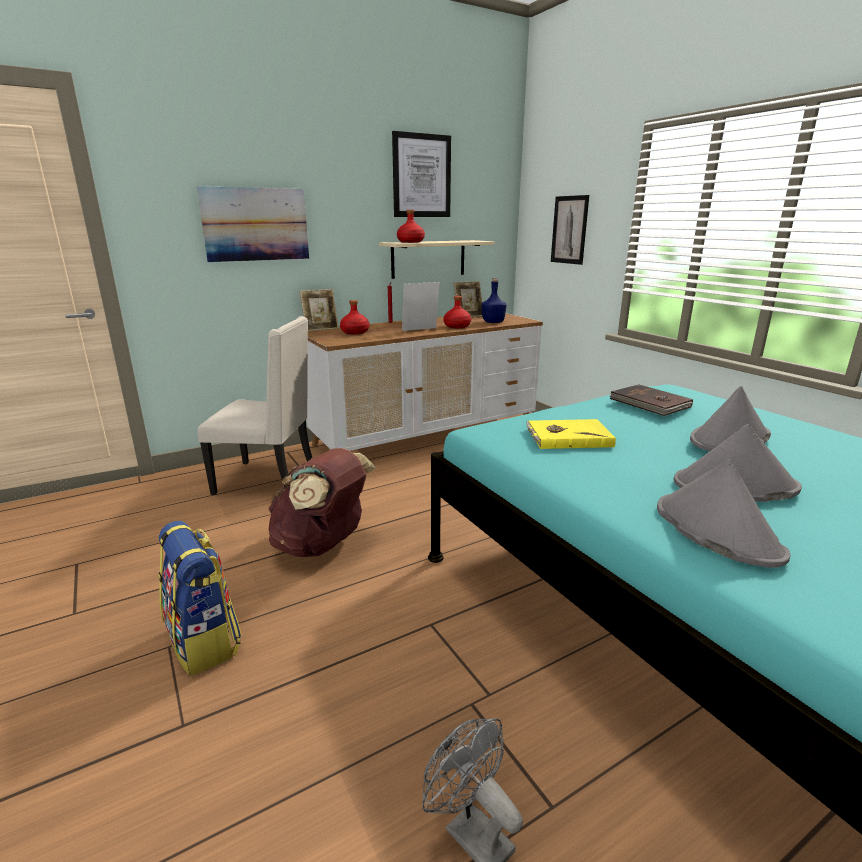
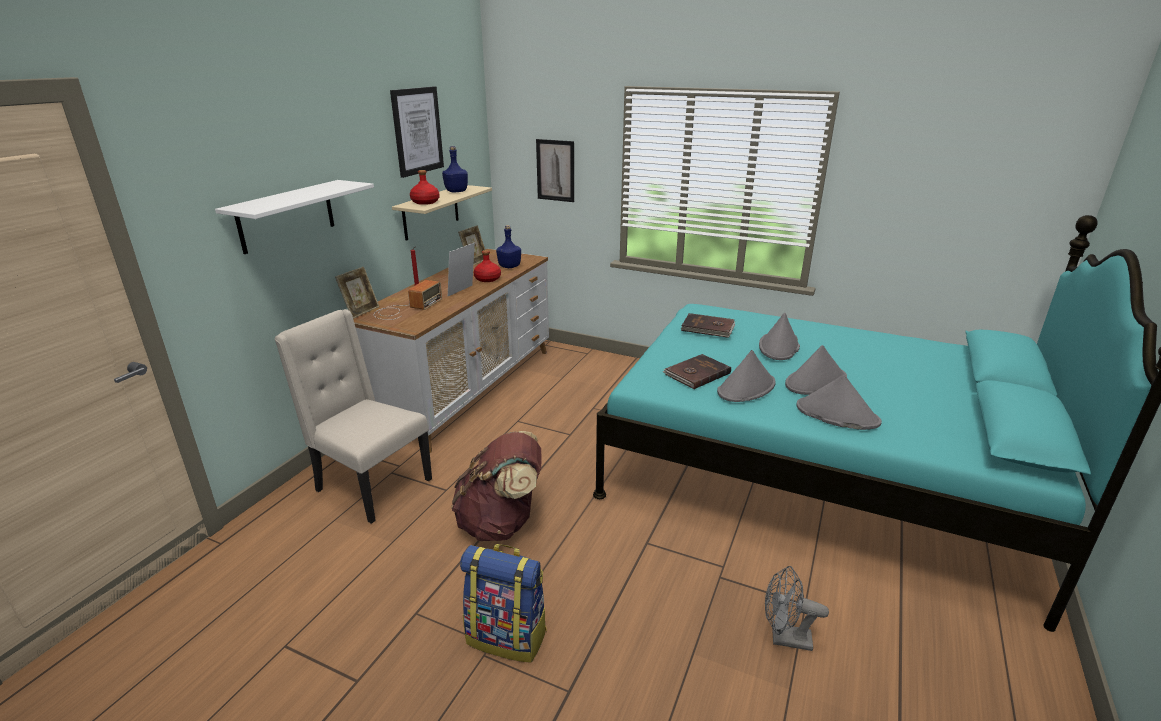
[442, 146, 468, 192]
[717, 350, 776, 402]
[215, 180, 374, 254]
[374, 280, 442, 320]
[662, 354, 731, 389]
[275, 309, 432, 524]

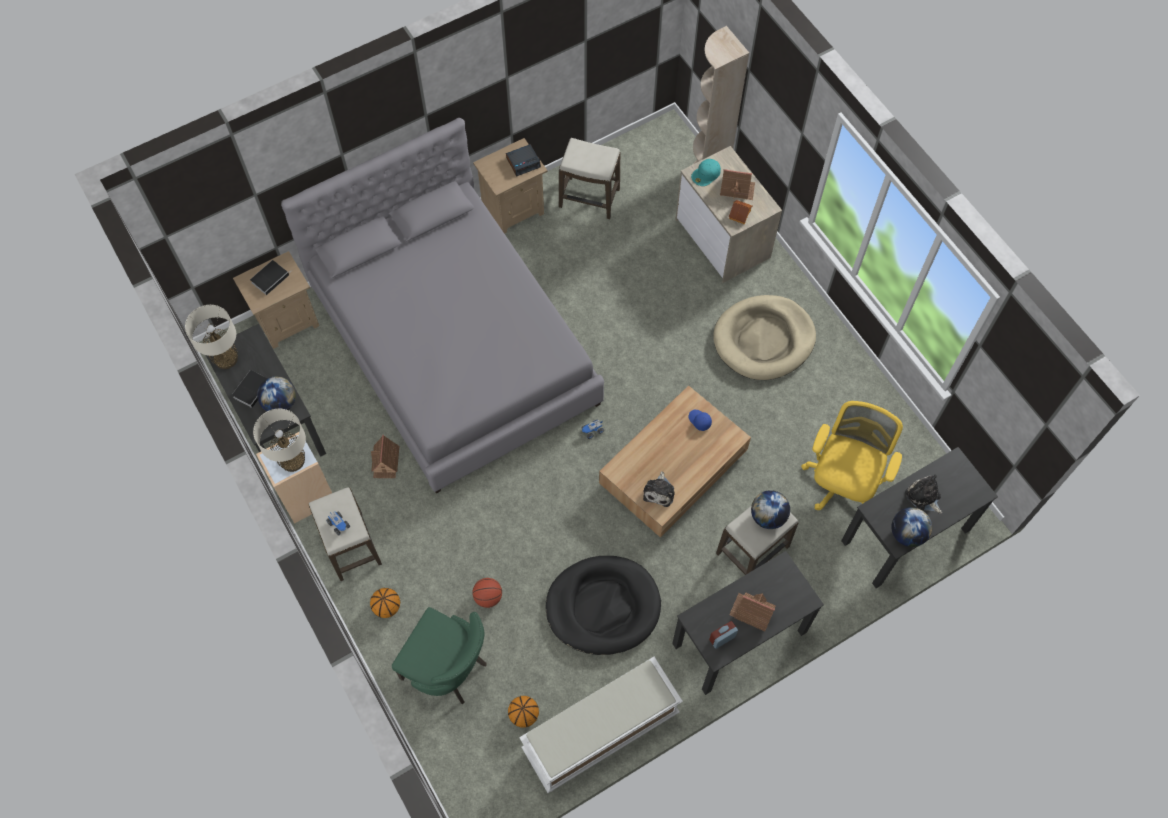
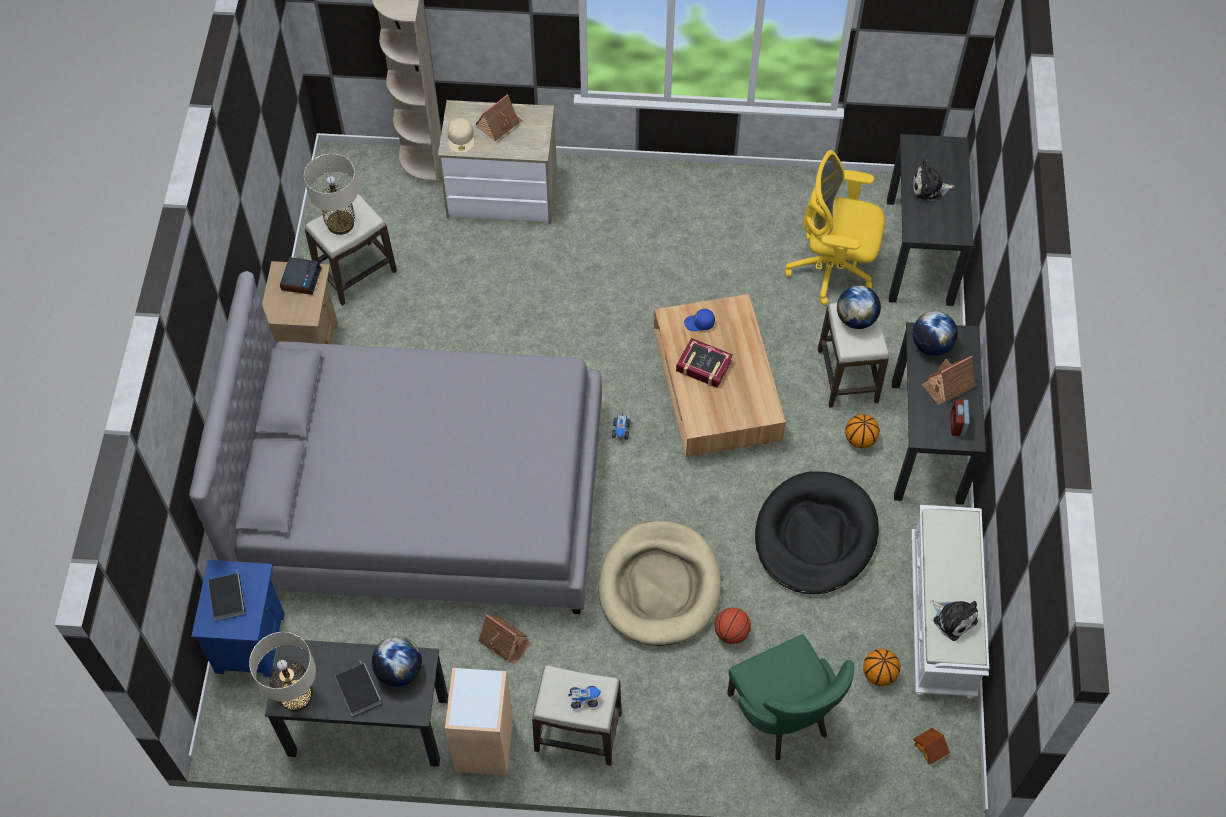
[676, 338, 733, 388]
[304, 154, 358, 235]
[845, 414, 880, 448]
[930, 600, 978, 641]
[598, 521, 721, 646]
[913, 728, 950, 764]
[912, 311, 958, 356]
[191, 560, 285, 677]
[448, 118, 474, 153]
[727, 634, 854, 760]
[785, 150, 885, 305]

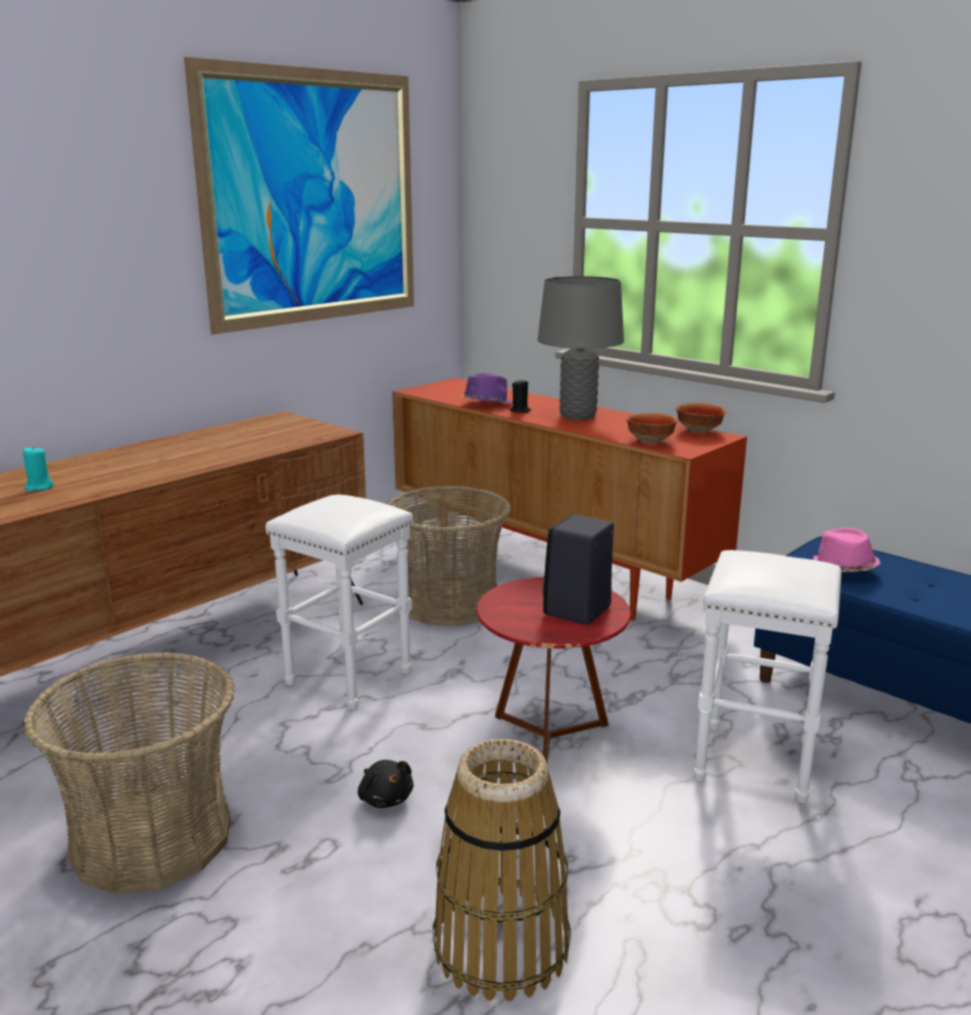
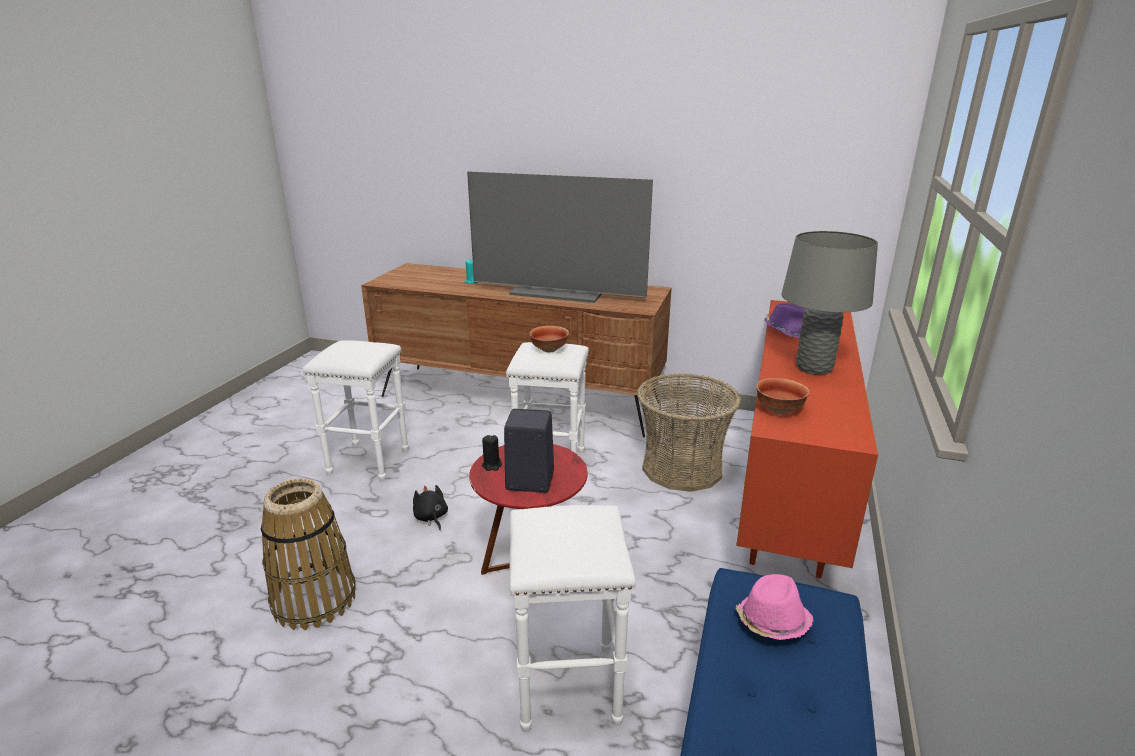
[184, 57, 414, 335] (first image)
[467, 171, 653, 303]
[482, 435, 502, 471]
[529, 326, 569, 352]
[303, 340, 409, 481]
[413, 485, 448, 530]

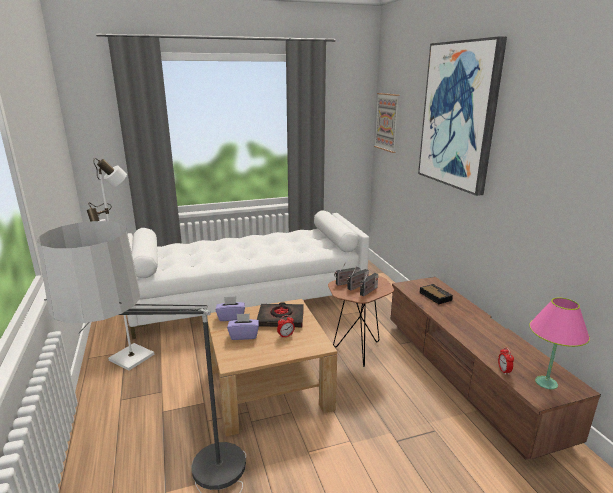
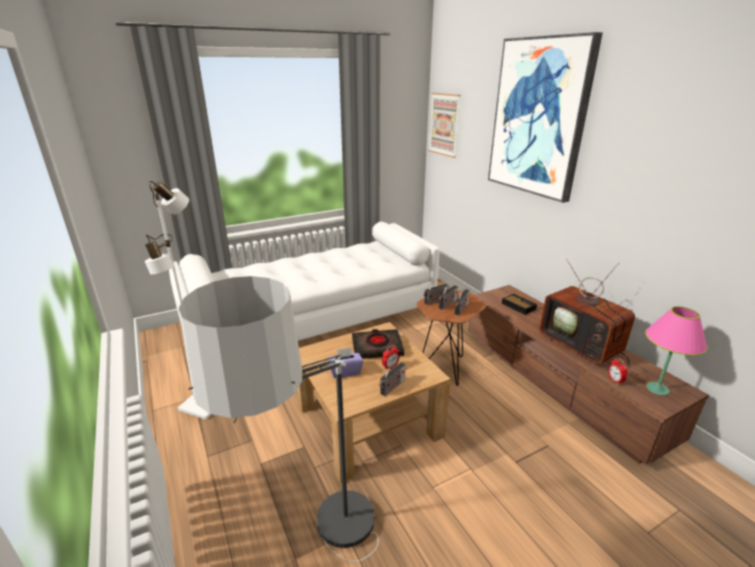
[216, 296, 245, 321] (first image)
[379, 363, 406, 396]
[540, 259, 635, 369]

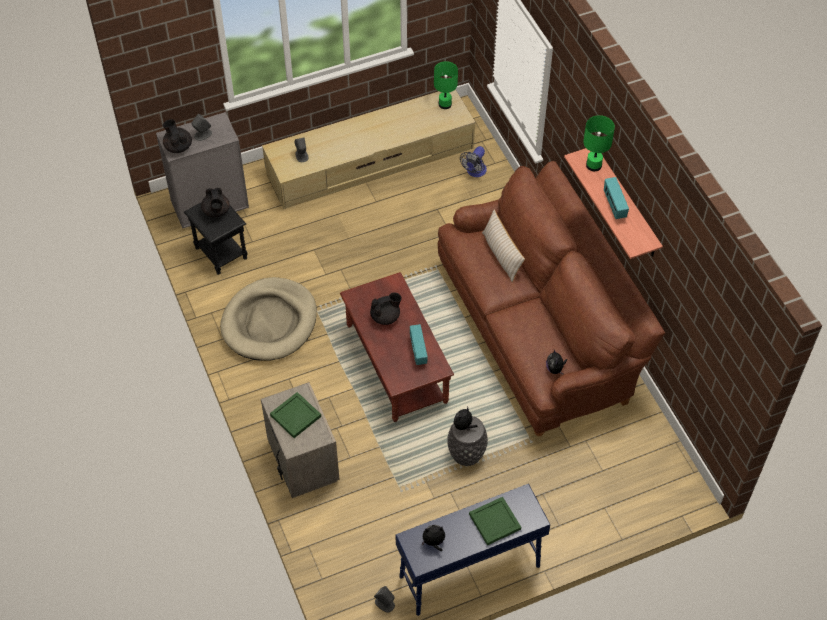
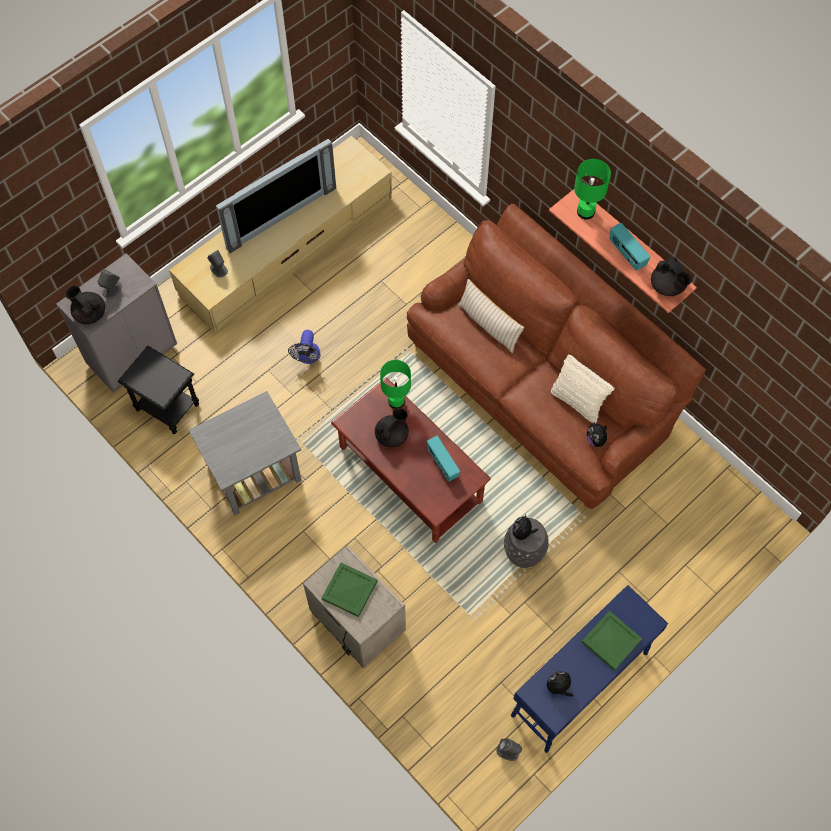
[216, 139, 336, 253]
[551, 355, 615, 424]
[651, 257, 692, 296]
[380, 360, 411, 409]
[288, 330, 321, 364]
[189, 391, 302, 515]

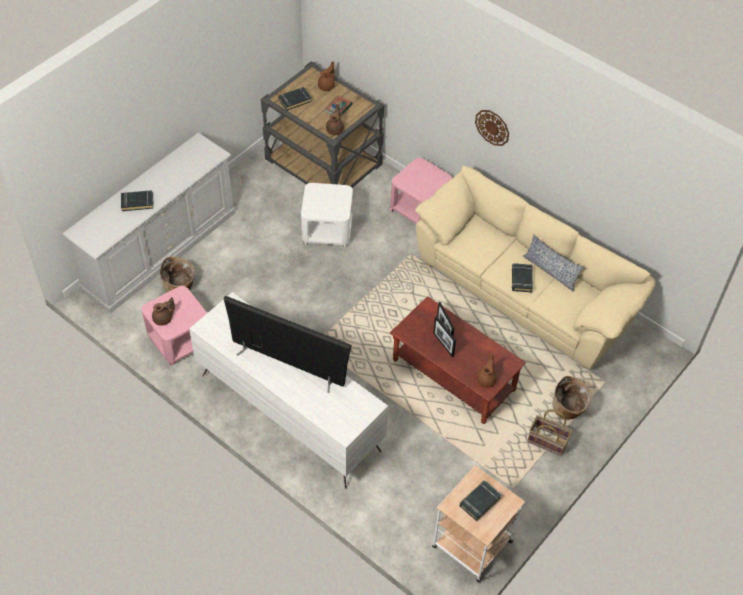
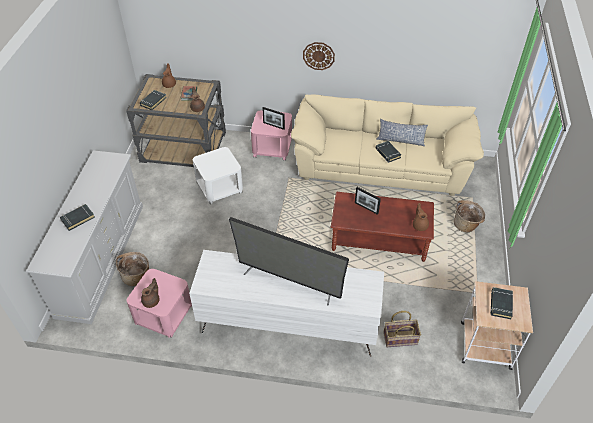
[262, 107, 285, 130]
[383, 311, 421, 347]
[229, 217, 349, 306]

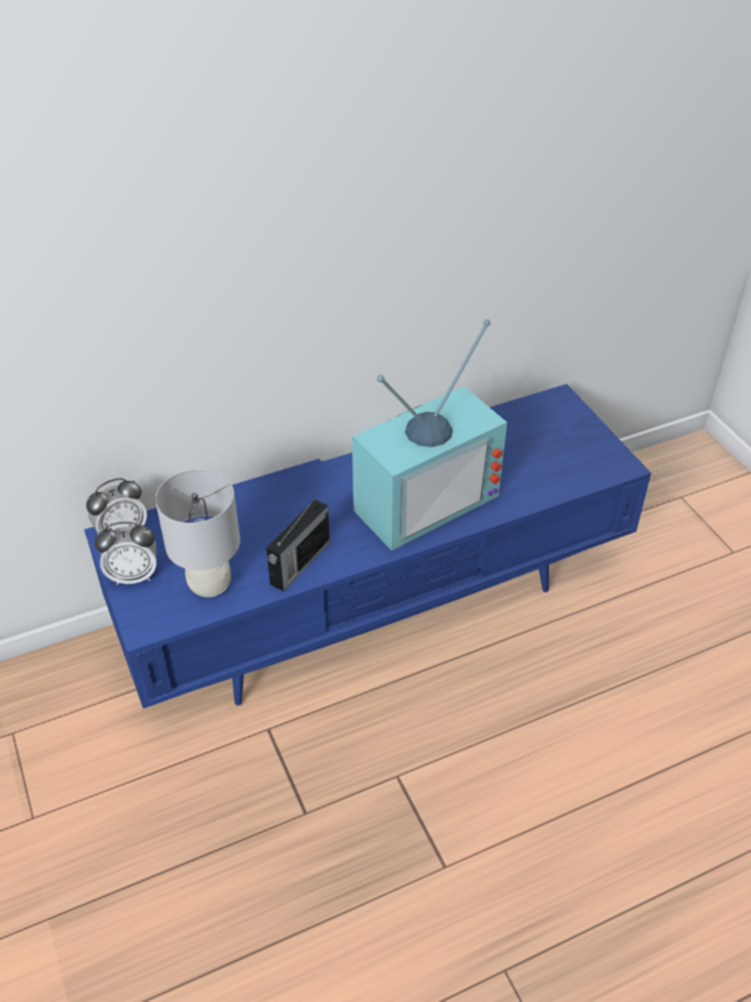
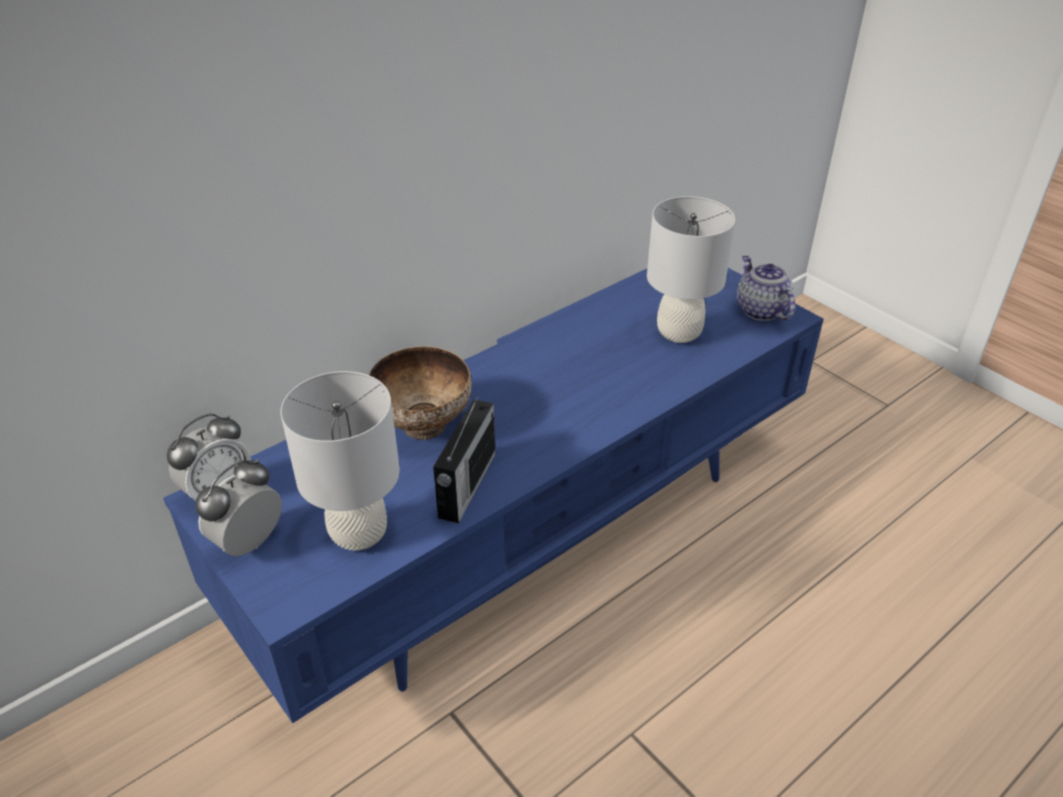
[352, 319, 507, 551] (first image)
[369, 346, 472, 440]
[647, 196, 736, 343]
[737, 256, 795, 321]
[195, 459, 282, 556]

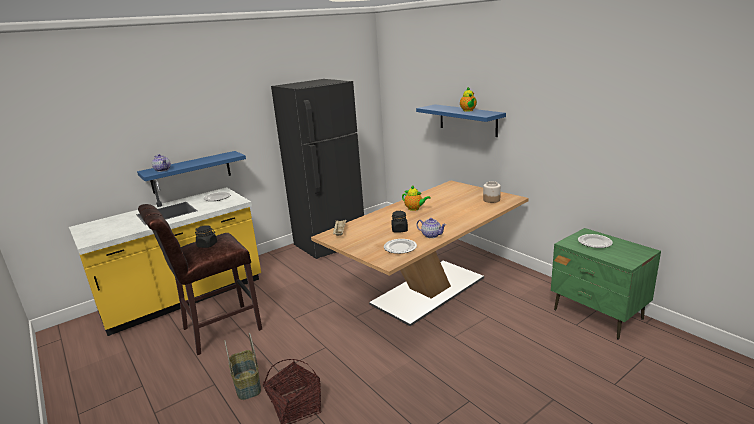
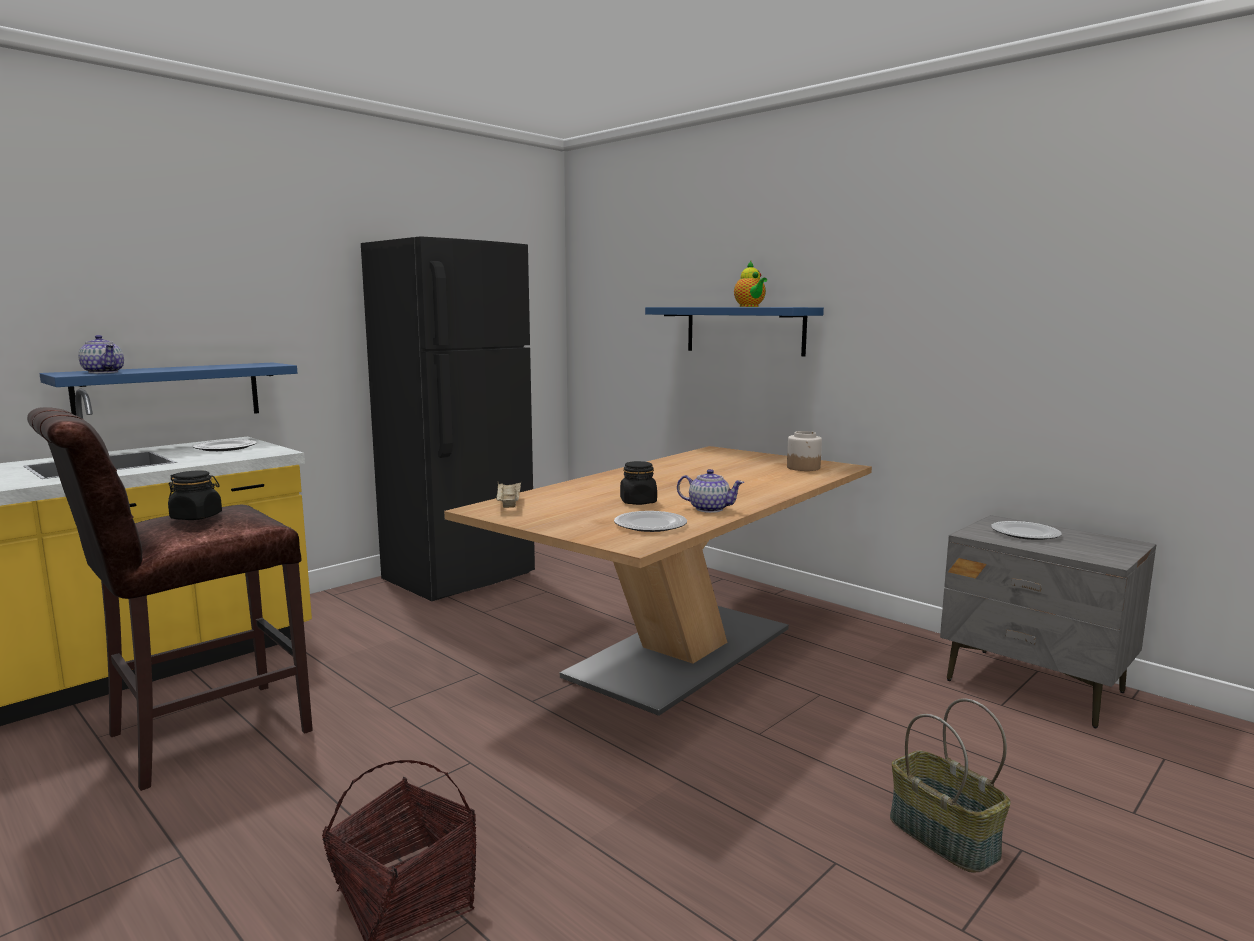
[402, 185, 431, 211] (first image)
[890, 699, 1011, 873]
[940, 515, 1156, 728]

